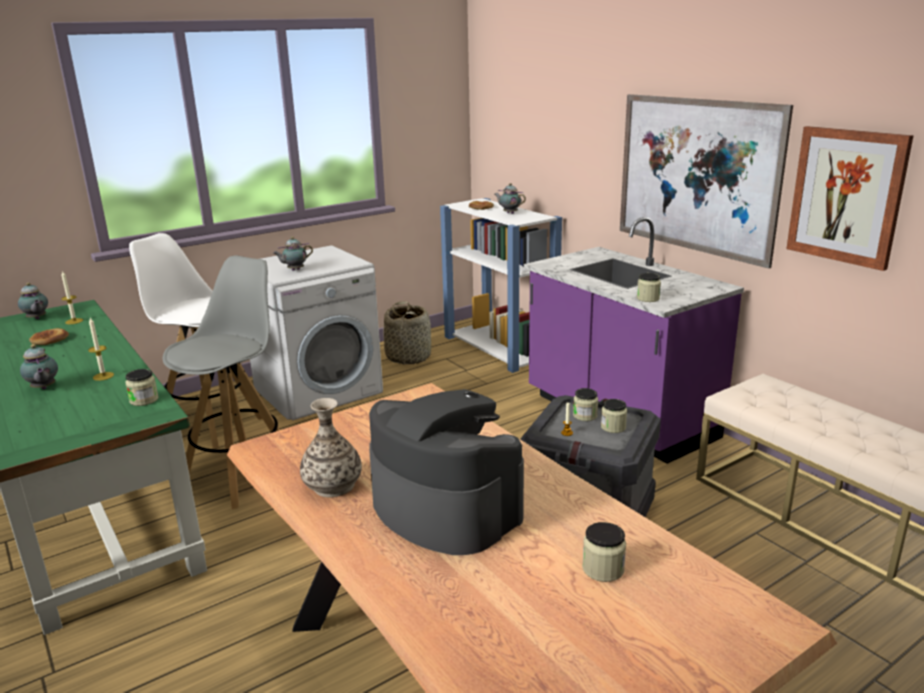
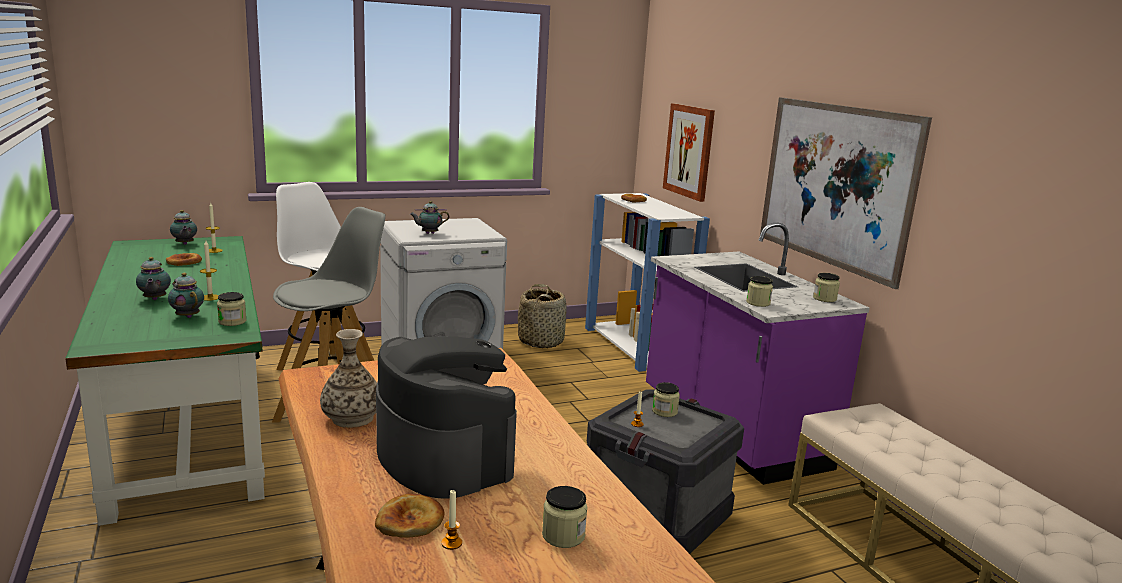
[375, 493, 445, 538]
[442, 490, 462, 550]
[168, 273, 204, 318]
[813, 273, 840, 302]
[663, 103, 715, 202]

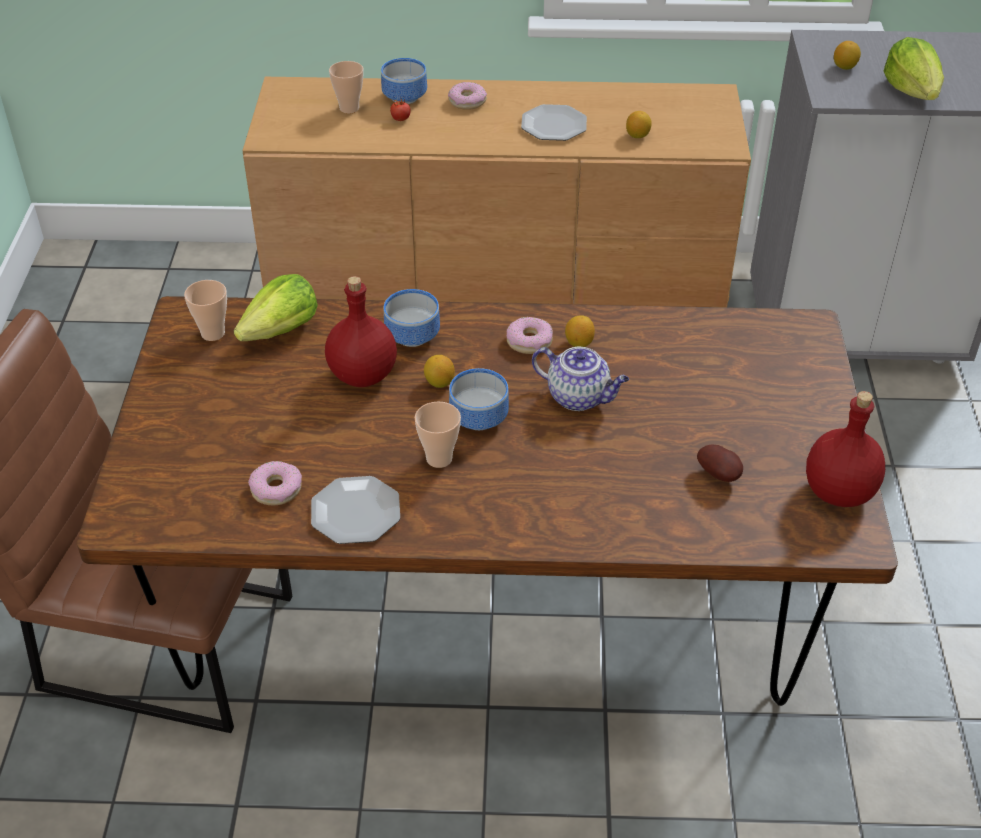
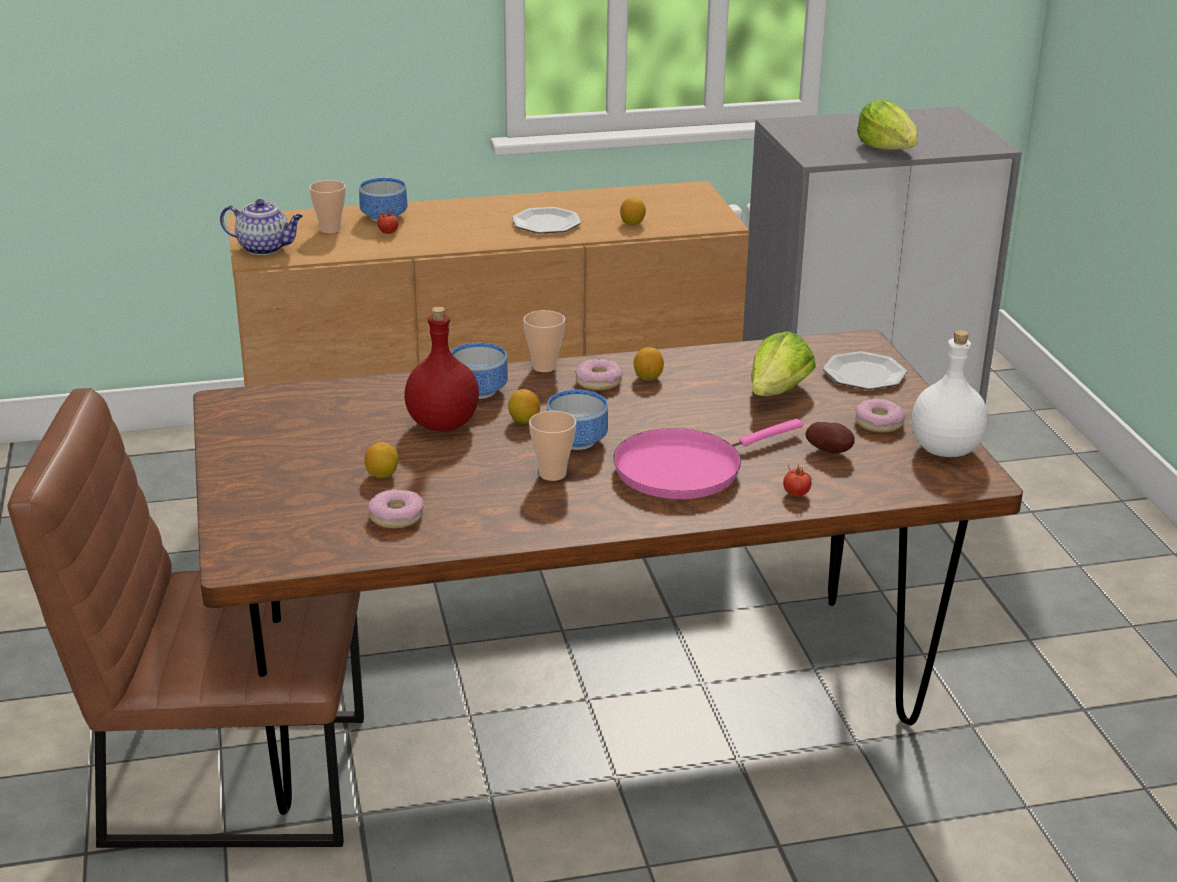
[613, 419, 803, 499]
[783, 464, 812, 497]
[523, 310, 565, 372]
[751, 331, 816, 396]
[823, 351, 907, 390]
[855, 399, 906, 433]
[220, 199, 303, 255]
[364, 442, 398, 478]
[912, 330, 988, 457]

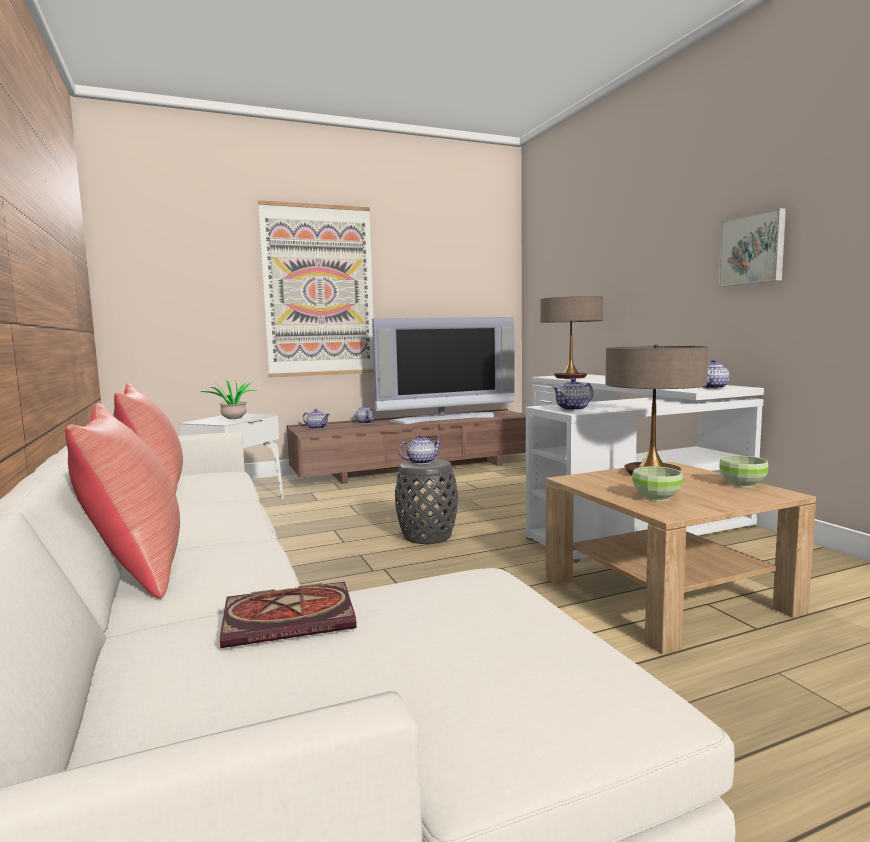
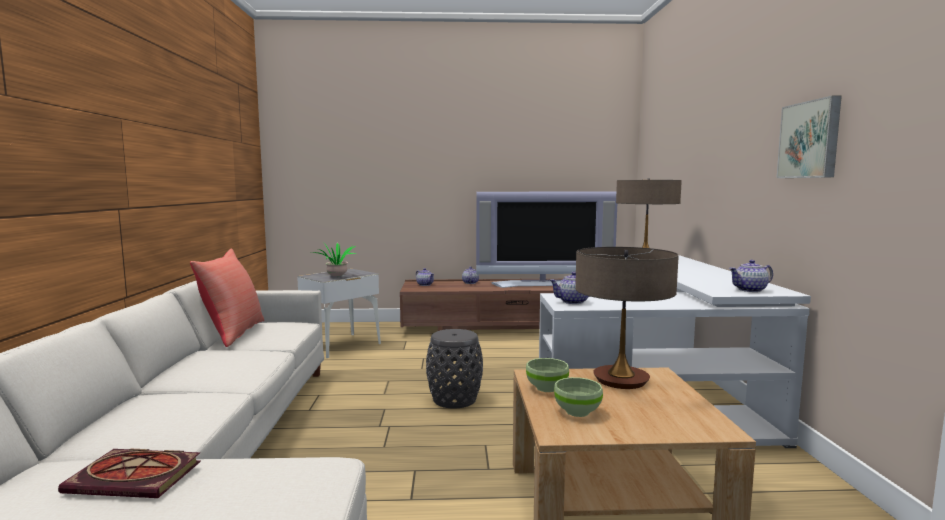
[65, 403, 180, 599] (first image)
[258, 200, 374, 378] (first image)
[399, 434, 442, 464] (first image)
[526, 358, 569, 392]

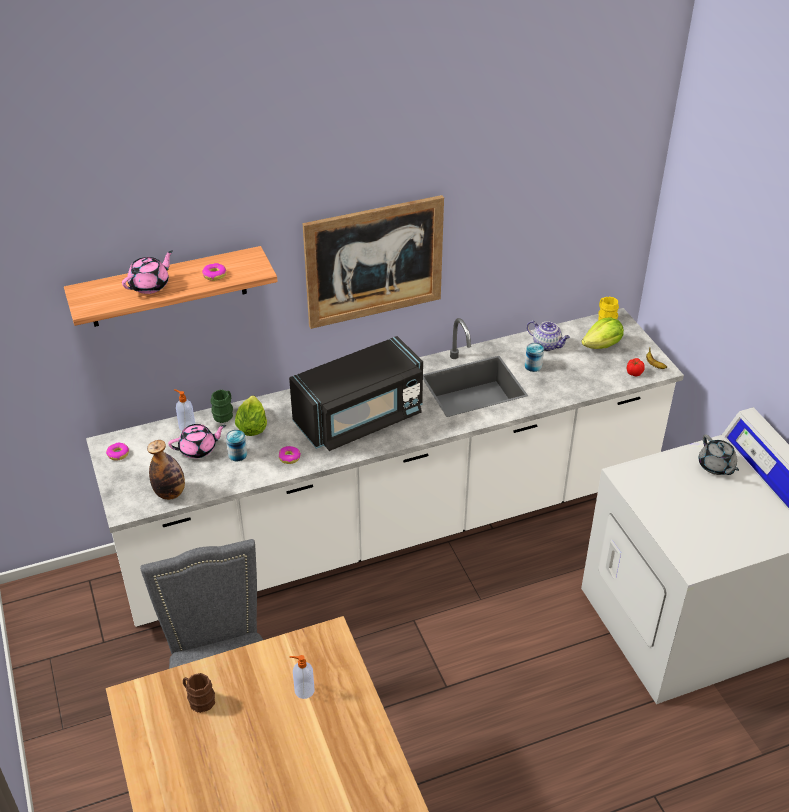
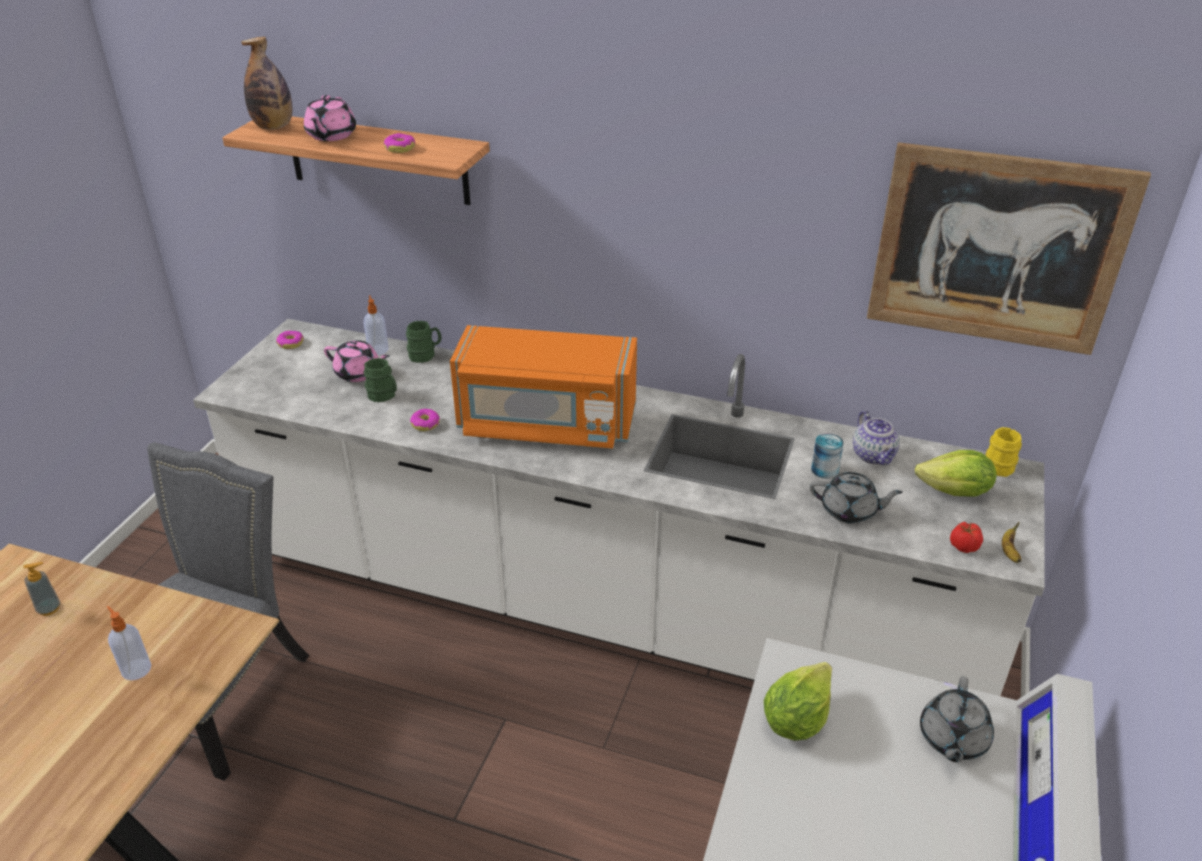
[810, 472, 903, 524]
[241, 37, 292, 130]
[764, 662, 832, 741]
[867, 142, 1151, 355]
[23, 562, 60, 616]
[363, 358, 397, 402]
[450, 325, 637, 448]
[304, 95, 356, 141]

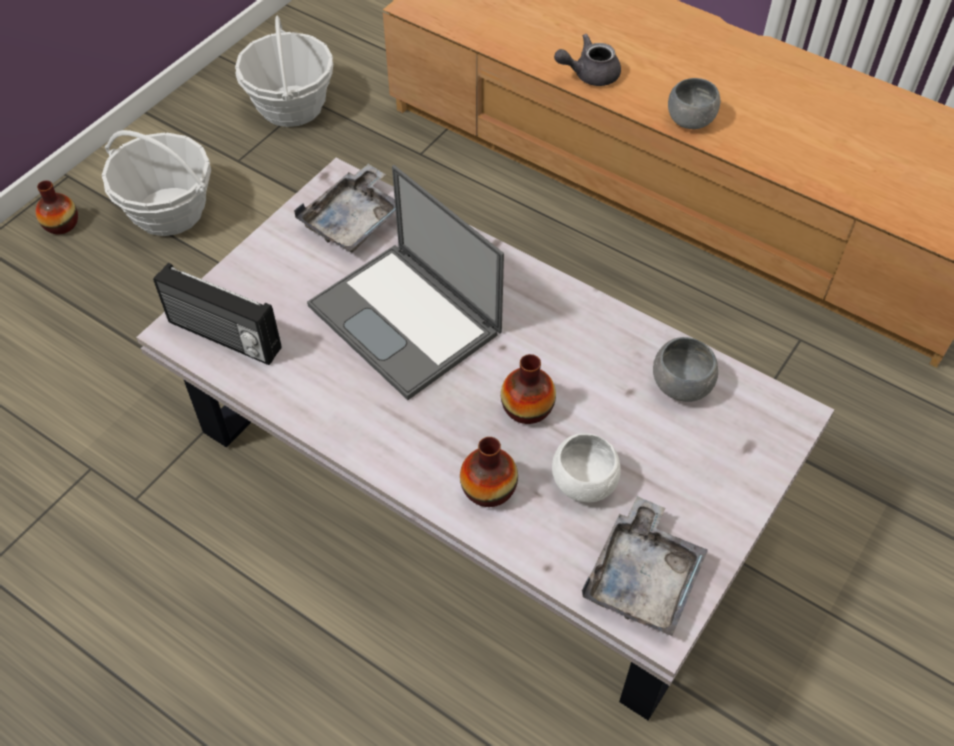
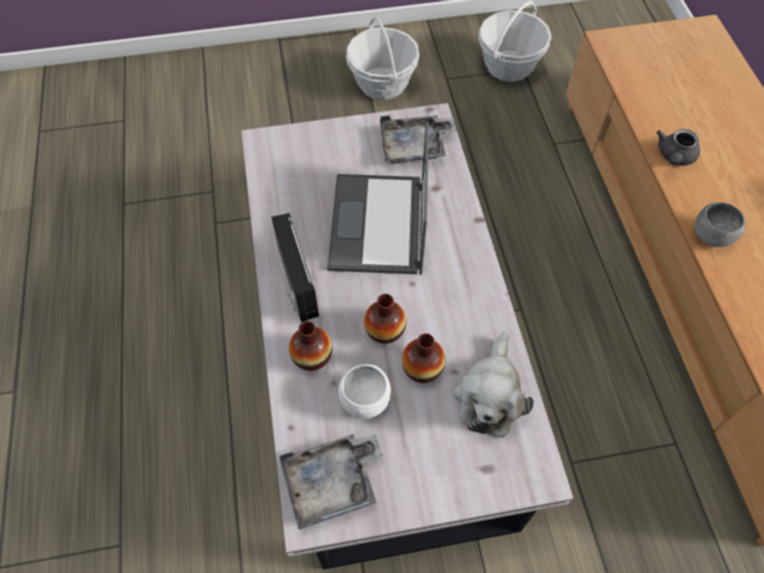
[402, 333, 446, 383]
[271, 213, 319, 322]
[453, 332, 534, 438]
[657, 129, 700, 166]

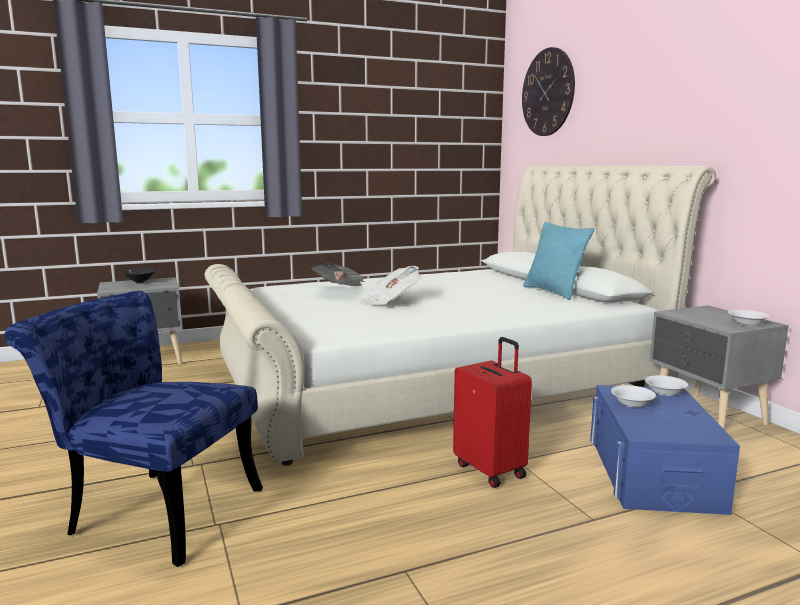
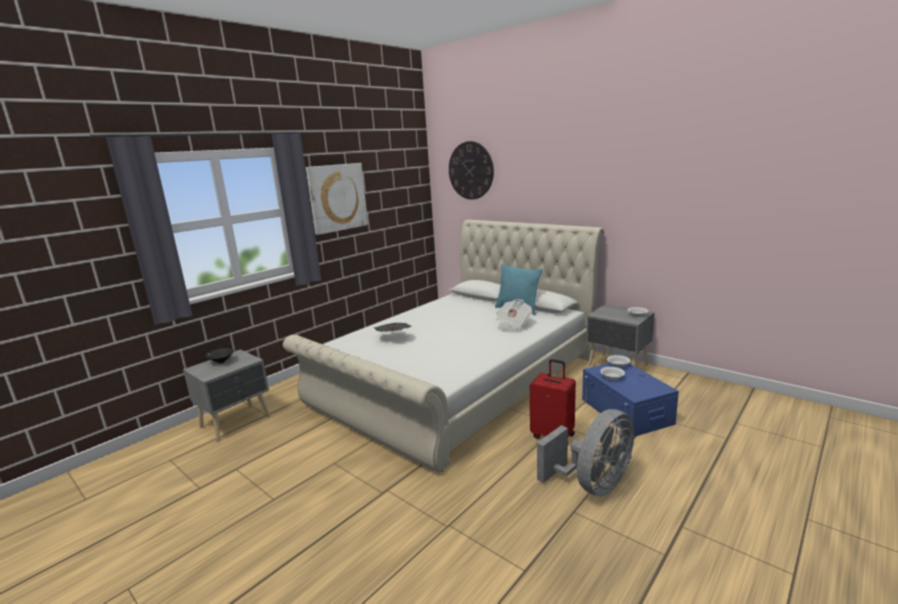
[5, 291, 263, 567] (first image)
[306, 163, 368, 235]
[537, 409, 634, 496]
[496, 299, 532, 331]

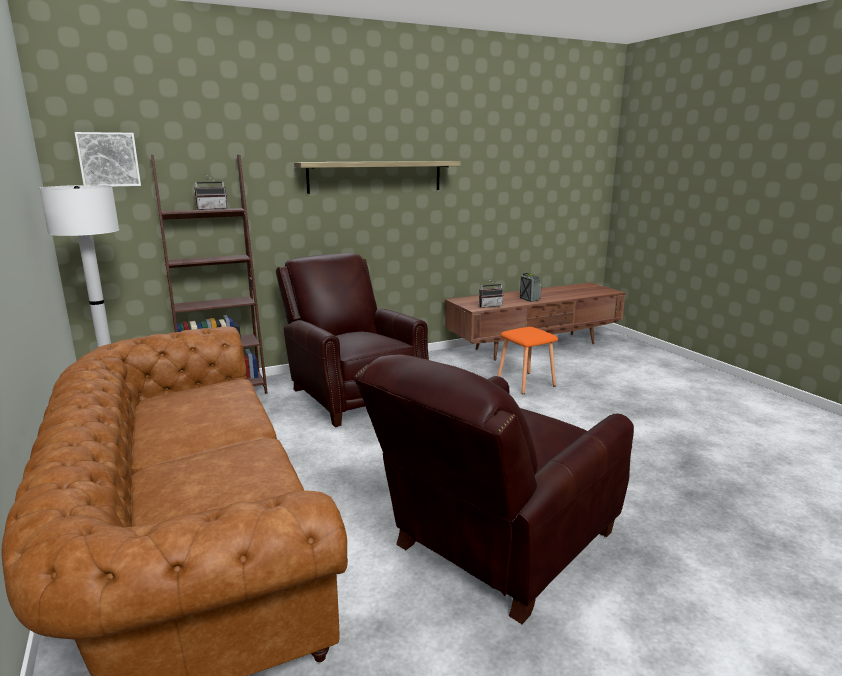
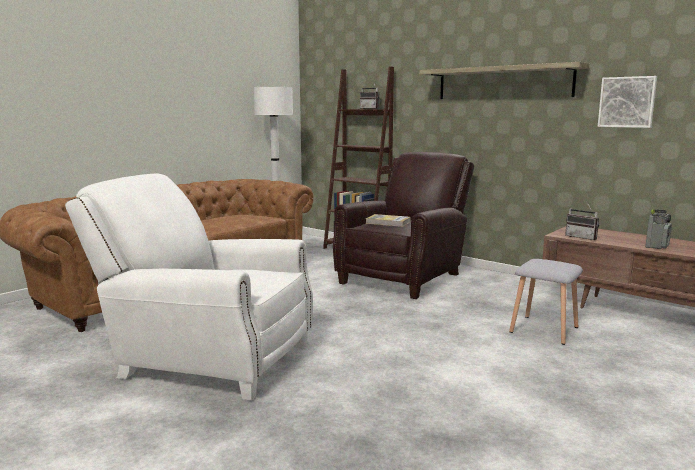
[366, 214, 411, 227]
[598, 76, 657, 128]
[65, 173, 313, 401]
[509, 259, 583, 345]

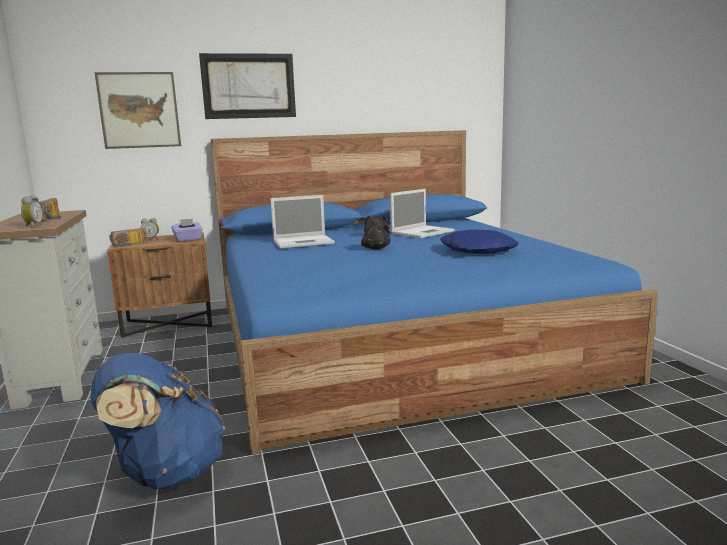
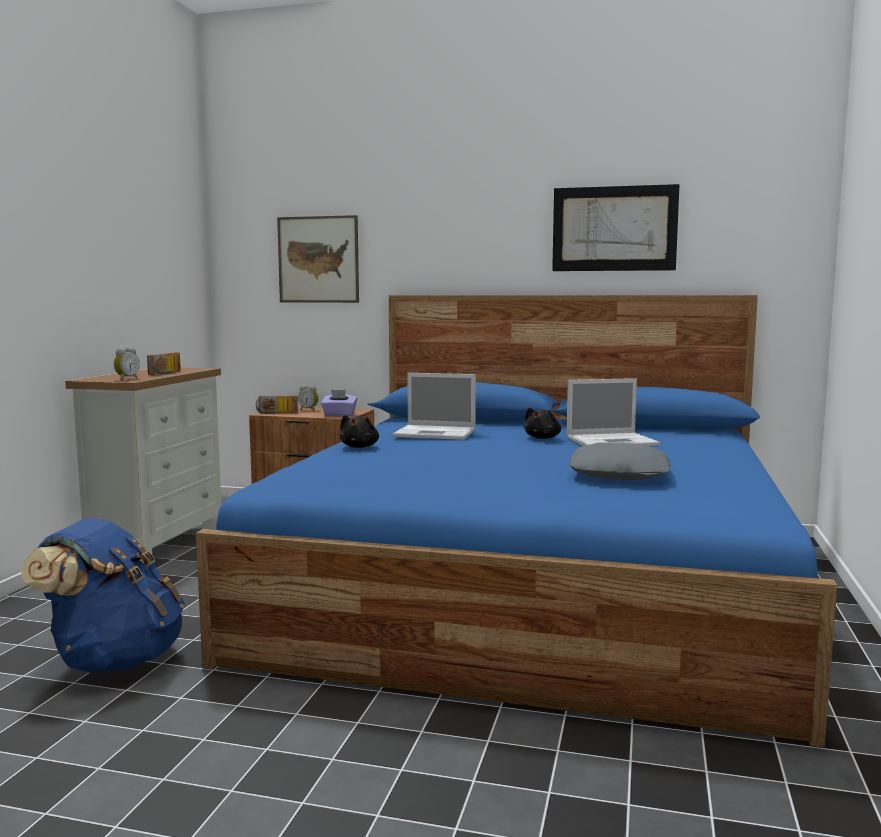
[552, 184, 680, 271]
[340, 415, 379, 448]
[569, 442, 671, 481]

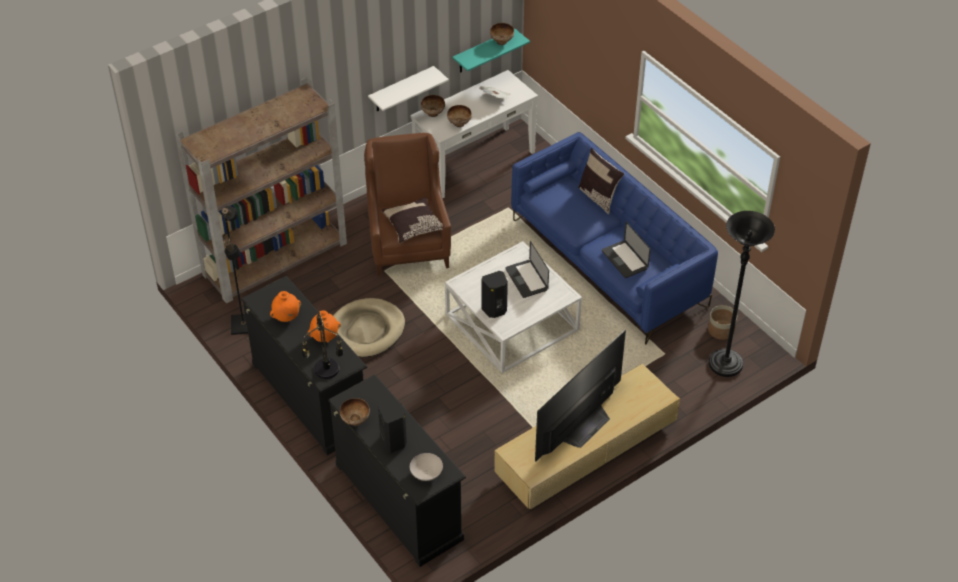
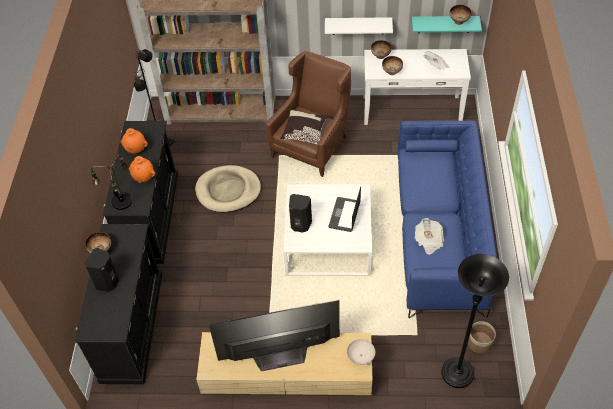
[578, 148, 624, 214] (first image)
[347, 339, 375, 365]
[415, 218, 444, 255]

